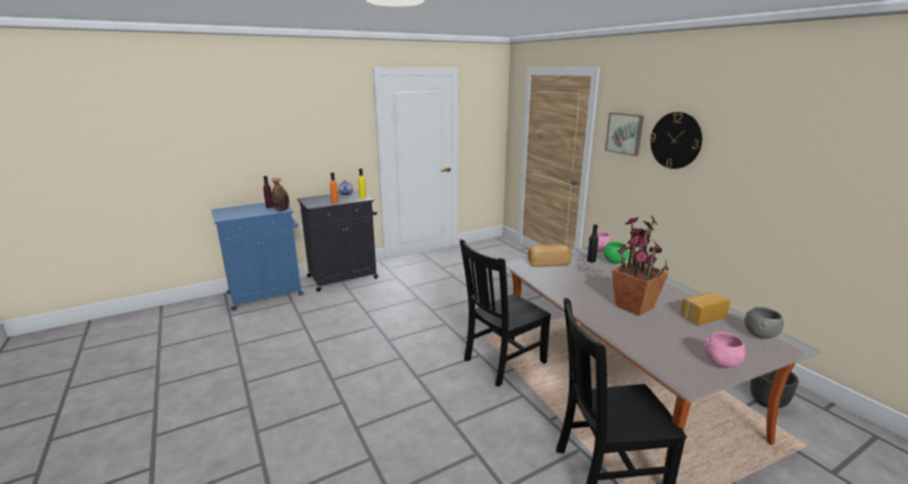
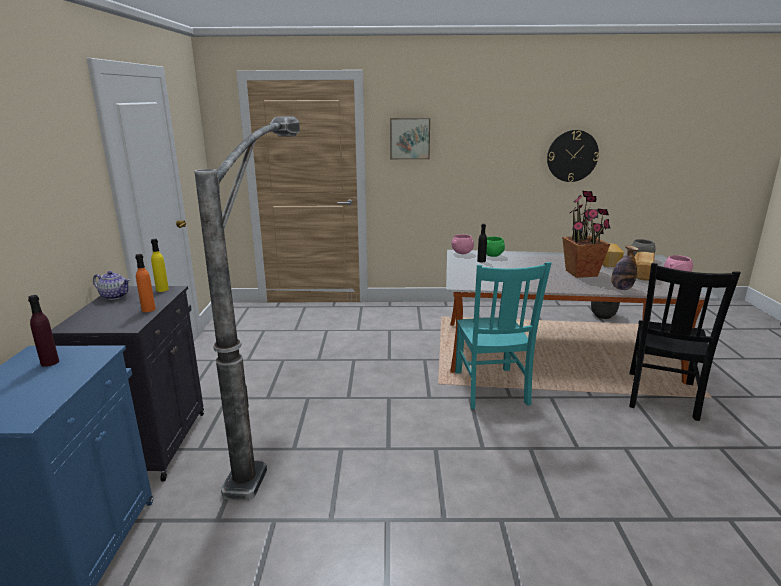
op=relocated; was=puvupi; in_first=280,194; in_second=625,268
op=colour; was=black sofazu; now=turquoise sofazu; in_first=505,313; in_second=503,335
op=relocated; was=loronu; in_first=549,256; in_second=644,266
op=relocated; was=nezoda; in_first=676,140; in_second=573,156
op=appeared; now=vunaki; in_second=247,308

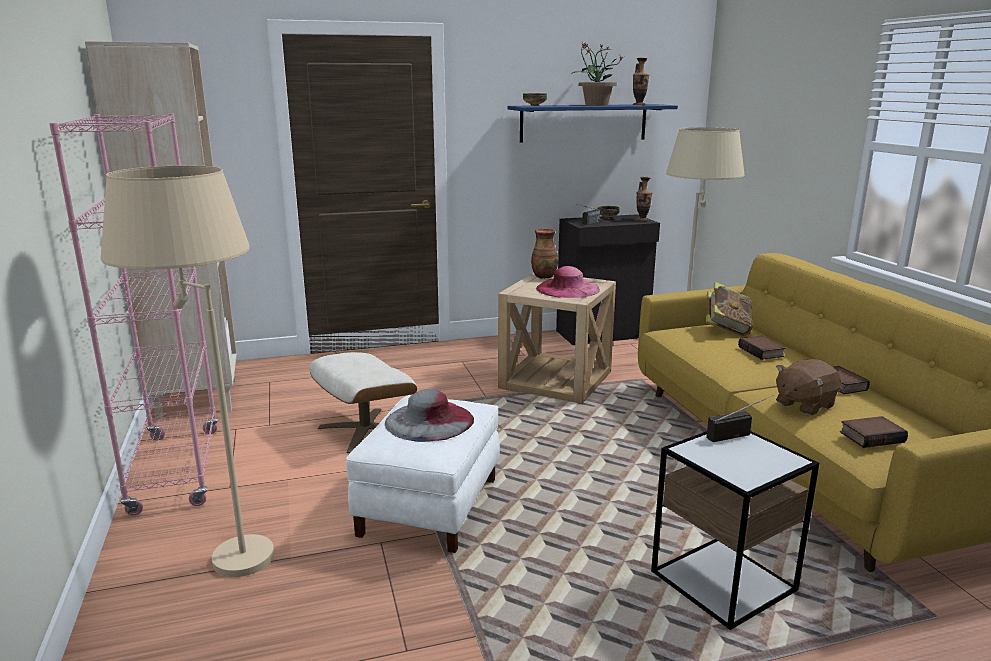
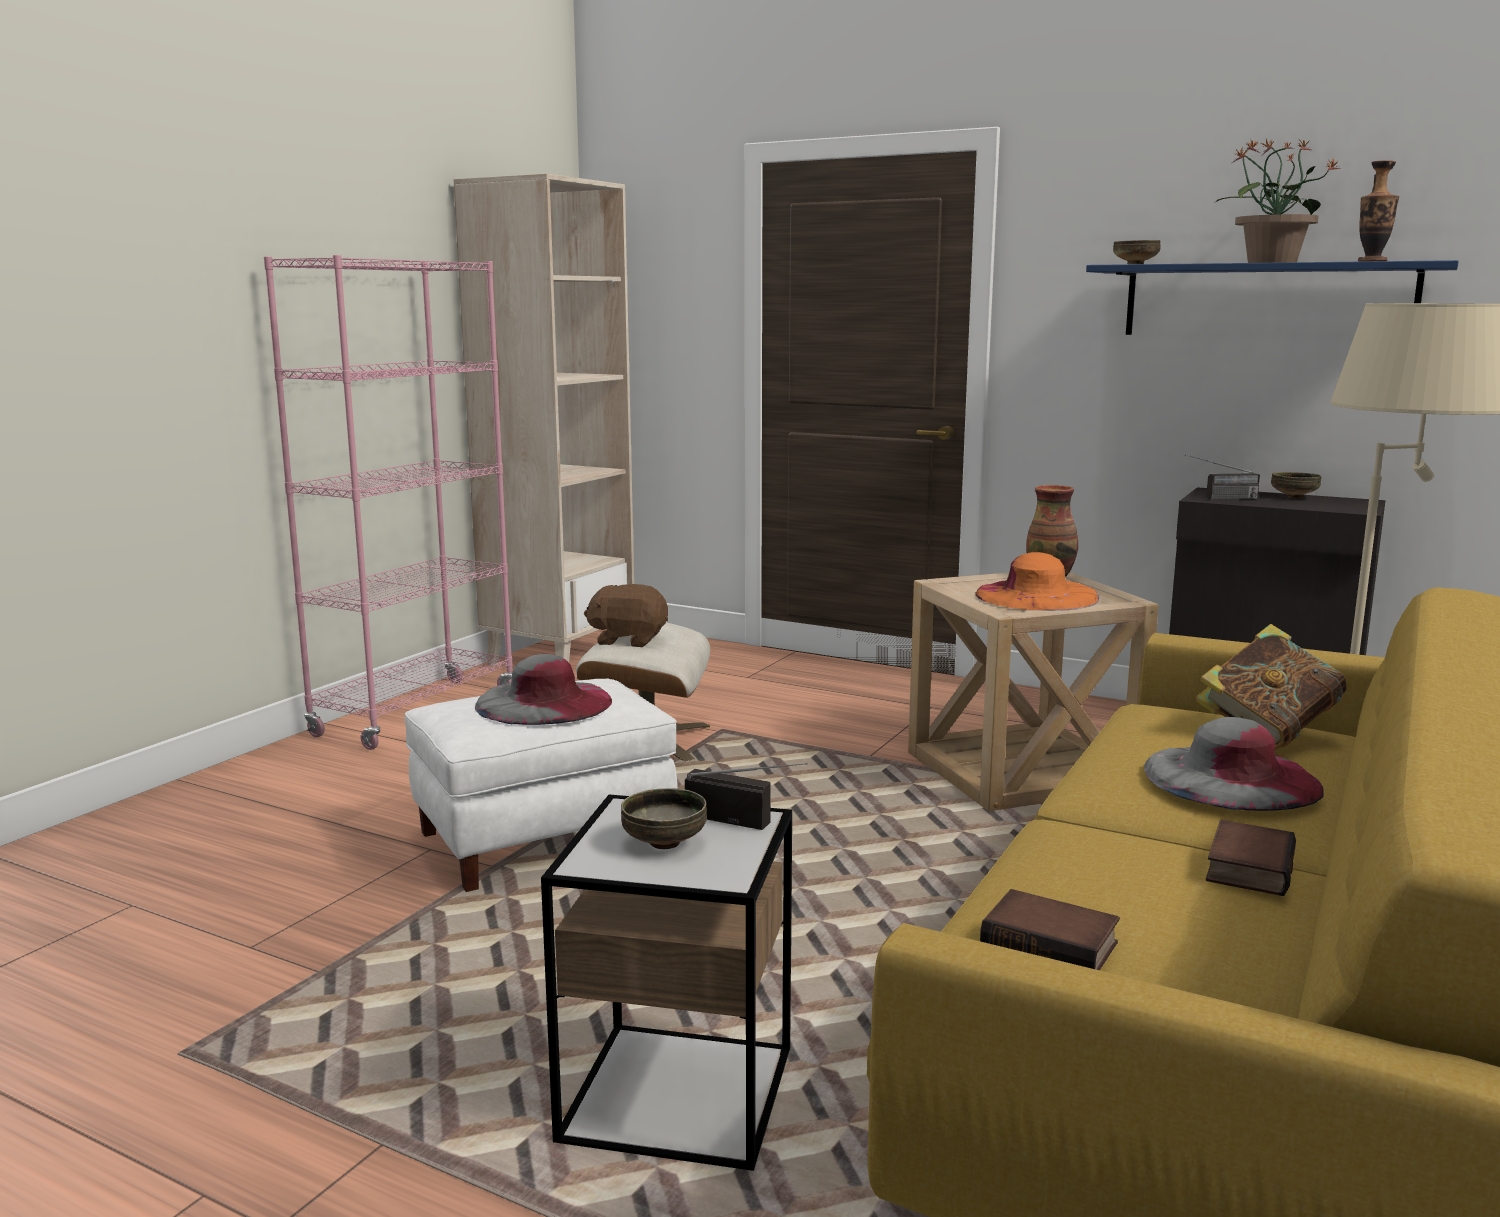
op=missing; was=beige vunaki; in_first=187,371
op=colour; was=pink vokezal; now=orange vokezal; in_first=568,282; in_second=1037,581
op=missing; was=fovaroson; in_first=644,199
op=exchanged; was=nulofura; now=grey vokezal; in_first=761,348; in_second=1234,764
op=relocated; was=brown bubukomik; in_first=808,387; in_second=626,615
op=appeared; now=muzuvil; in_second=664,818

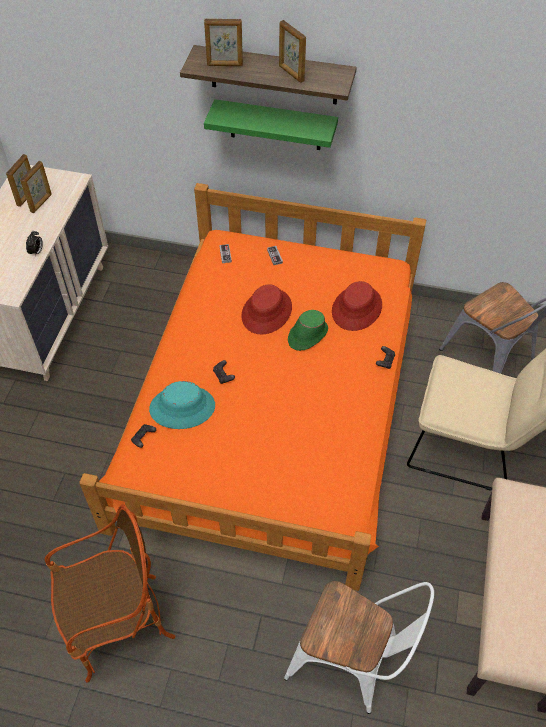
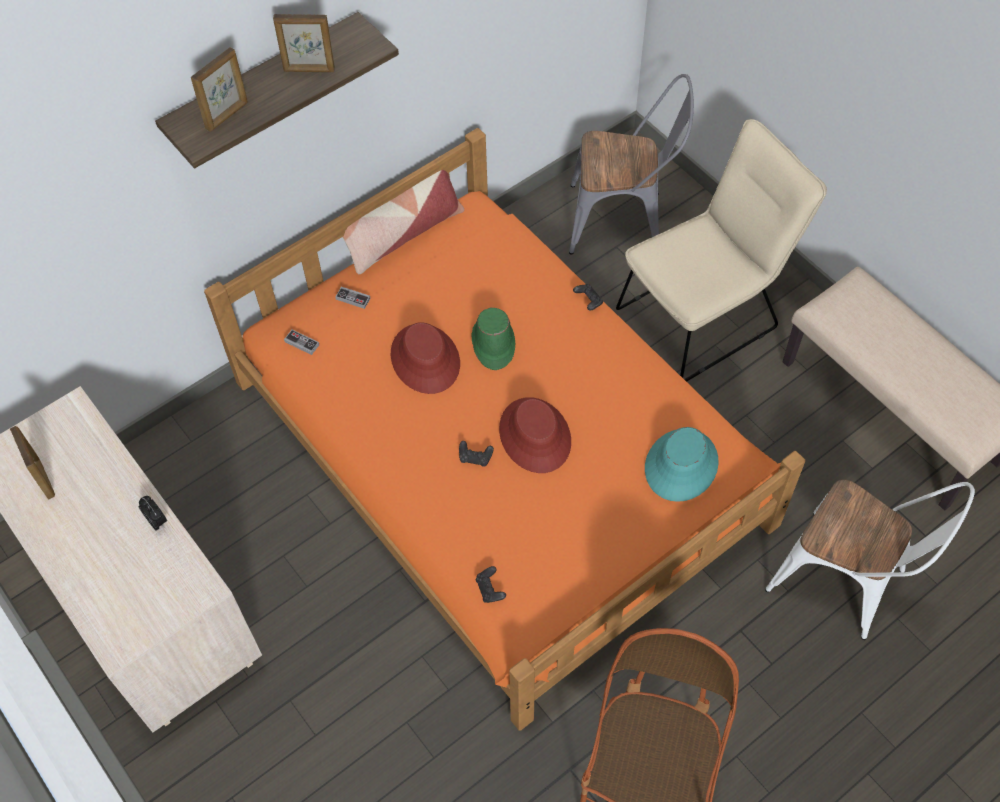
op=missing; was=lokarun; in_first=36,187
op=relocated; was=turquoise vokezal; in_first=182,405; in_second=681,464
op=missing; was=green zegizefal; in_first=271,124
op=spun; was=white sofazu; in_first=359,647; in_second=870,559; clockwise=60
op=relocated; was=red vokezal; in_first=357,306; in_second=535,435
op=appeared; now=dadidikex; in_second=403,222

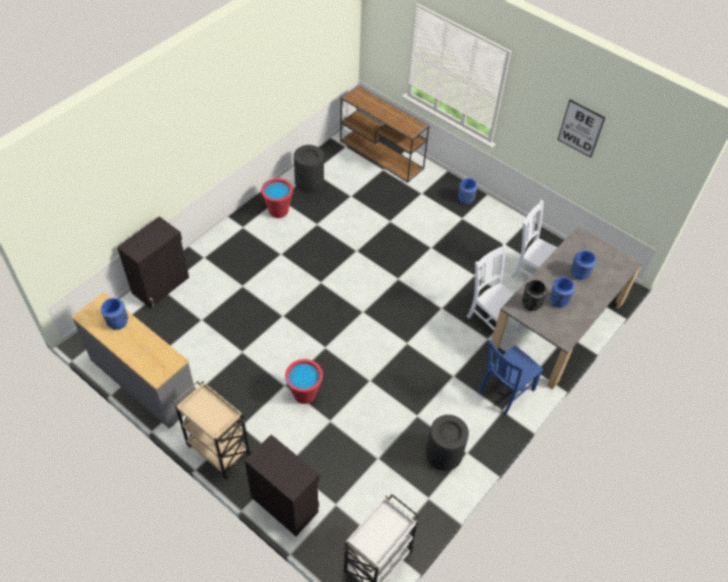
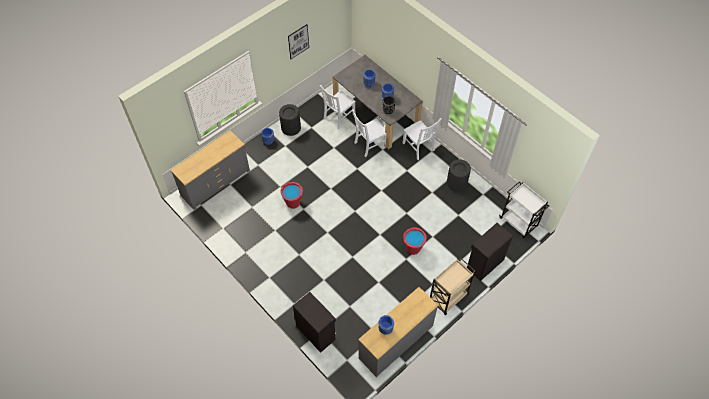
op=relocated; was=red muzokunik; in_first=277,198; in_second=291,195
op=relocated; was=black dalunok; in_first=309,169; in_second=290,120
op=exchanged; was=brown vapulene; now=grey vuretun; in_first=384,134; in_second=210,170
op=colour; was=blue sofazu; now=white sofazu; in_first=510,377; in_second=422,139

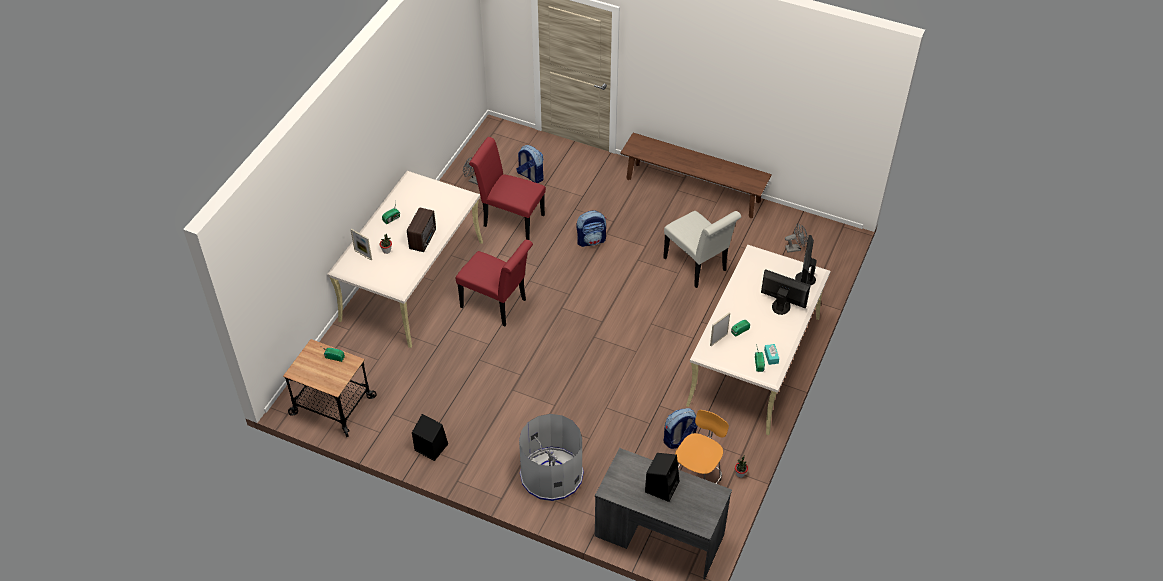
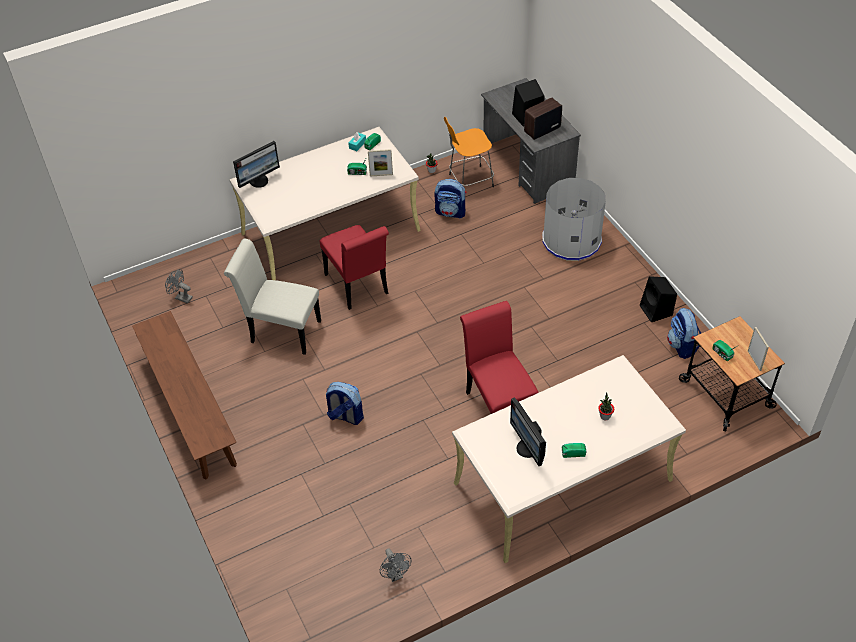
op=relocated; was=lokarun; in_first=361,244; in_second=758,349
op=relocated; was=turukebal; in_first=421,229; in_second=543,119
op=relocated; was=red sofazu; in_first=507,188; in_second=354,267
op=relocated; was=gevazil; in_first=530,164; in_second=684,333
op=spun; was=white sofazu; in_first=702,249; in_second=272,297; clockwise=-75
op=relocated; was=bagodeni; in_first=786,292; in_second=528,432

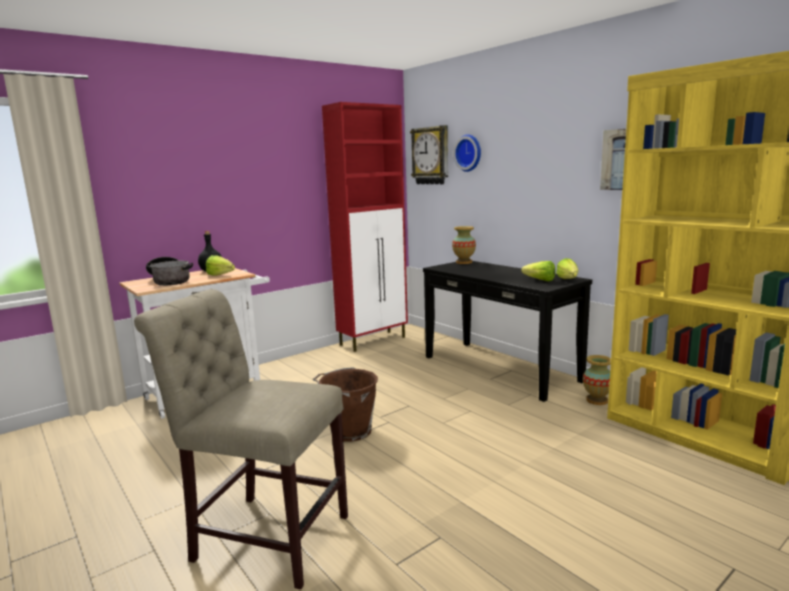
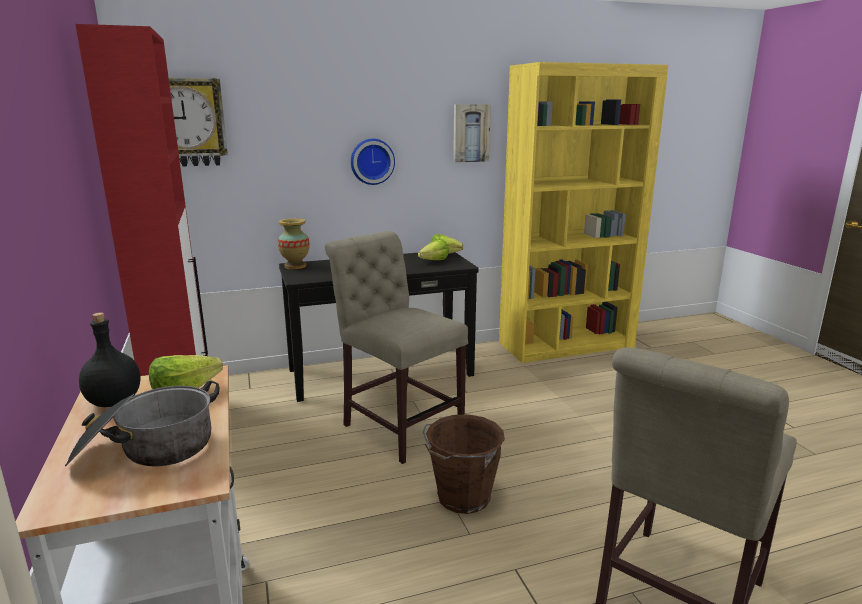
op=relocated; was=nezoda; in_first=467,153; in_second=373,162
op=missing; was=fovaroson; in_first=597,380
op=appeared; now=beige sofazu; in_second=396,347

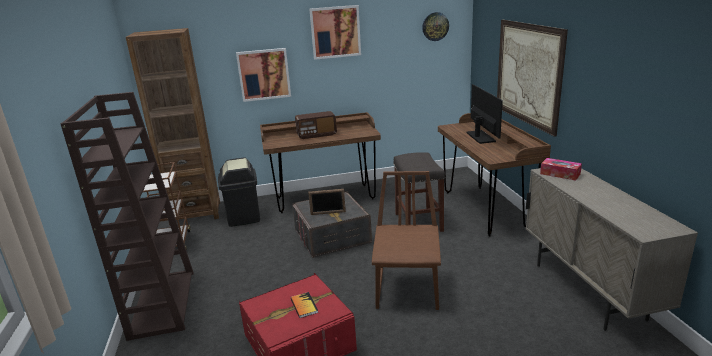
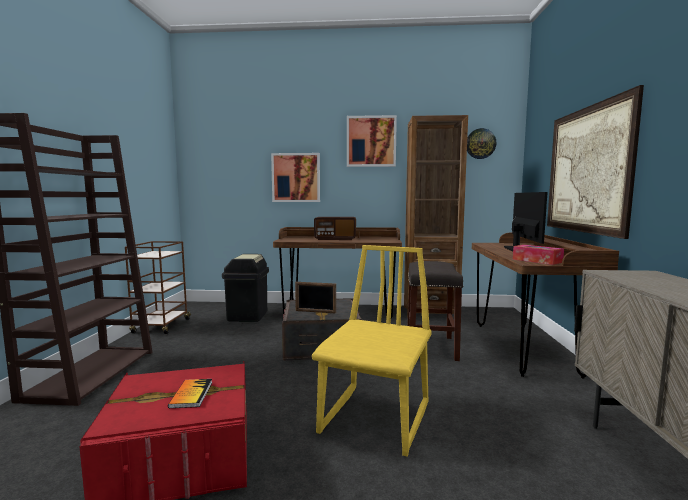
op=relocated; was=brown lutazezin; in_first=173,126; in_second=436,217
op=colour; was=brown sofazu; now=yellow sofazu; in_first=406,240; in_second=372,351
op=relocated; was=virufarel; in_first=561,169; in_second=538,255

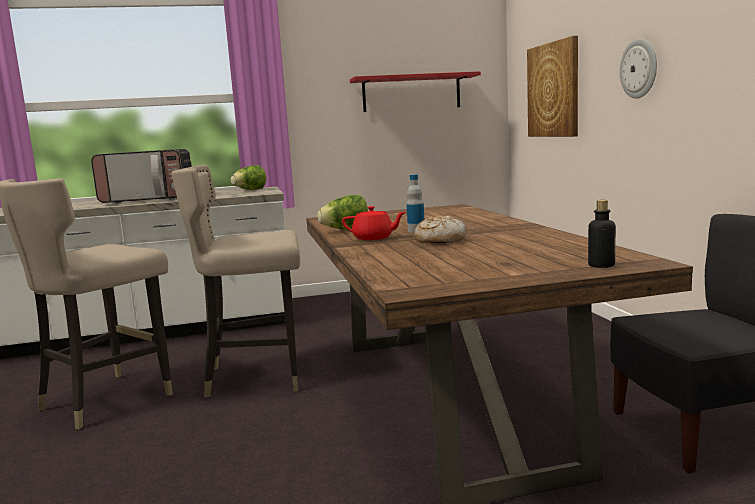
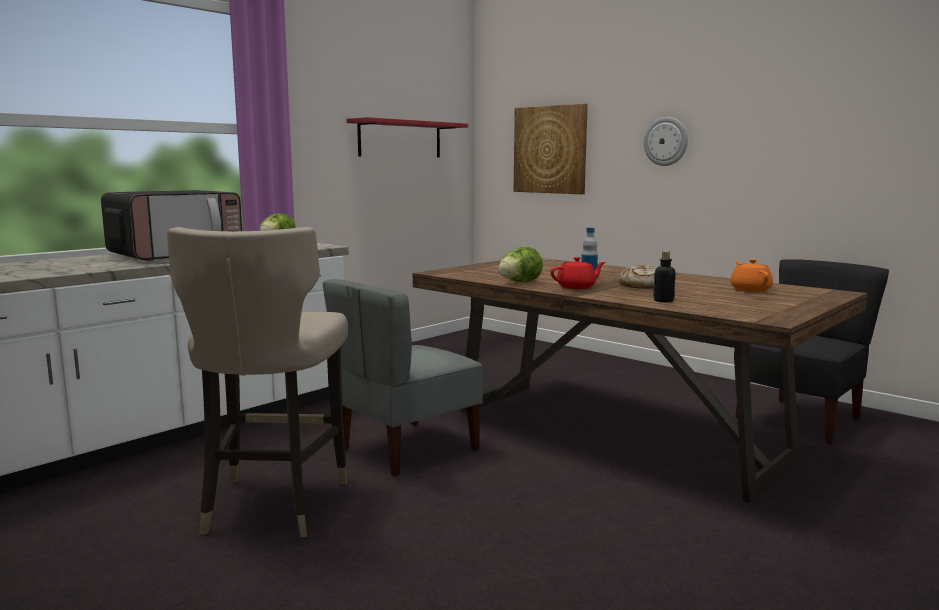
op=exchanged; was=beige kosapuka; now=grey sofazu; in_first=235,281; in_second=403,378
op=relocated; was=puvupi; in_first=602,234; in_second=664,277
op=appeared; now=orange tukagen; in_second=751,275

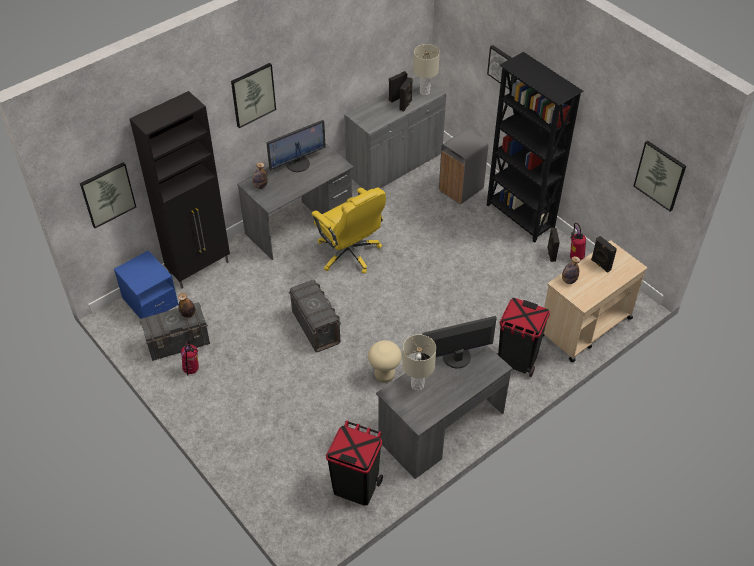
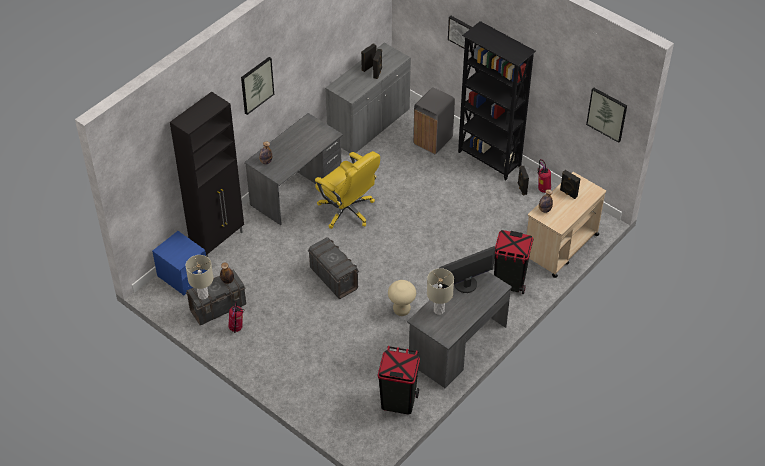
op=missing; was=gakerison; in_first=108,195
op=missing; was=bagodeni; in_first=296,146
op=relocated; was=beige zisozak; in_first=426,69; in_second=199,277

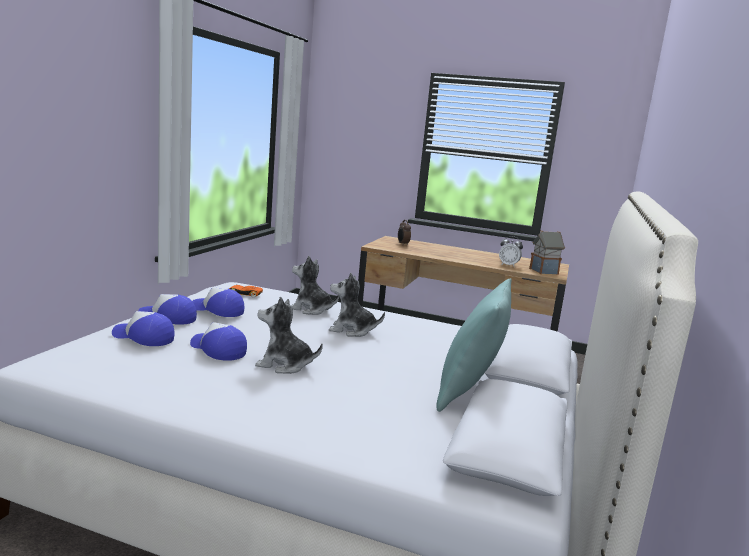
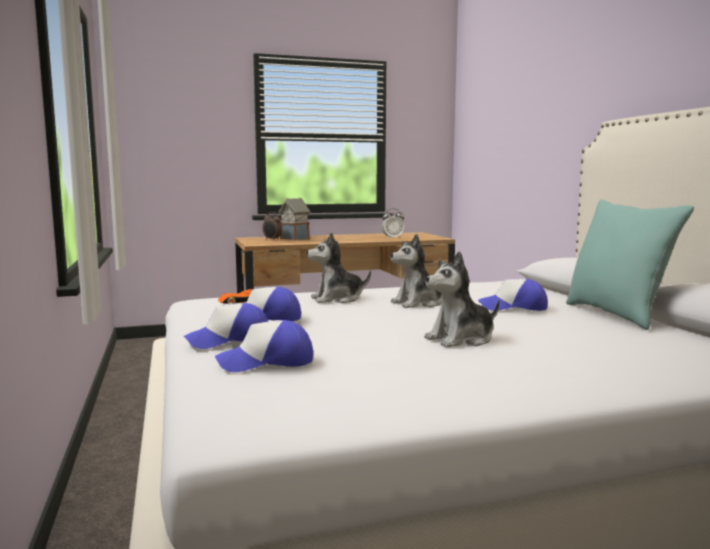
op=relocated; was=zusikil; in_first=218,341; in_second=513,295
op=relocated; was=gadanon; in_first=547,252; in_second=294,219

